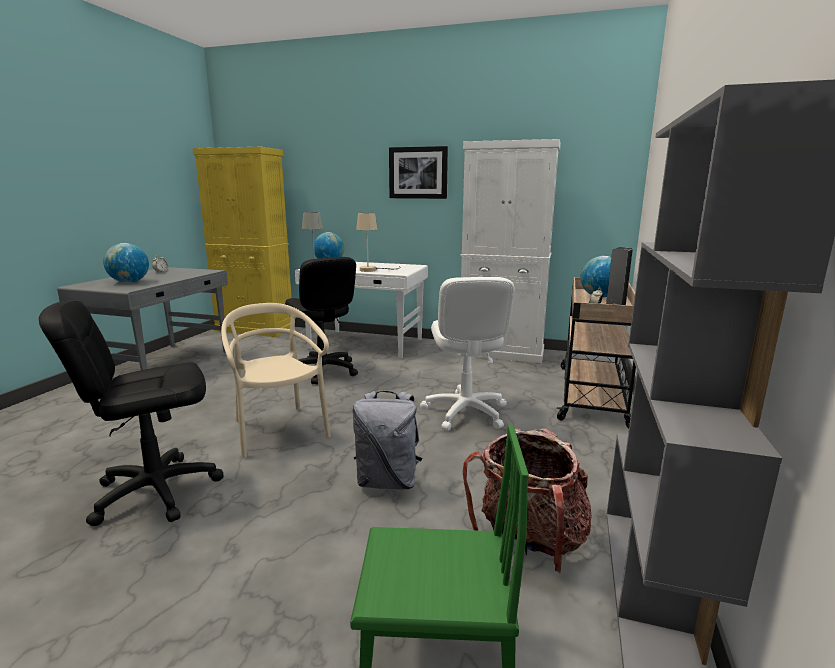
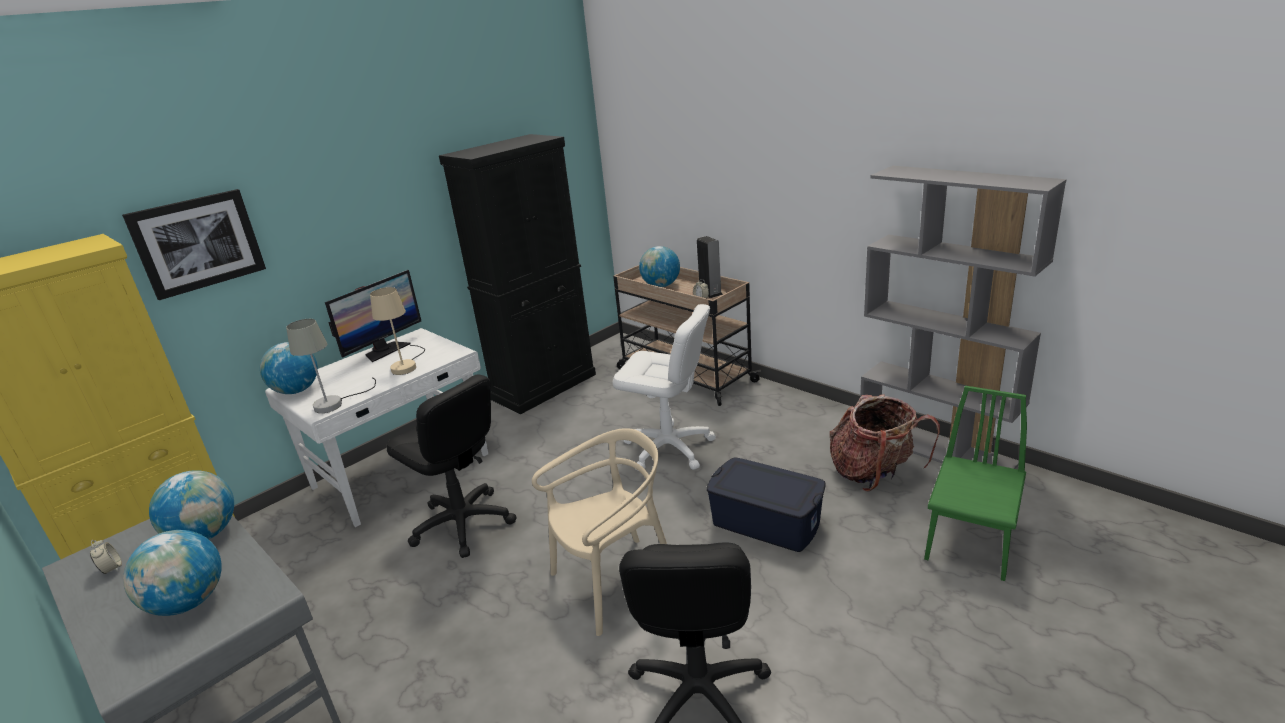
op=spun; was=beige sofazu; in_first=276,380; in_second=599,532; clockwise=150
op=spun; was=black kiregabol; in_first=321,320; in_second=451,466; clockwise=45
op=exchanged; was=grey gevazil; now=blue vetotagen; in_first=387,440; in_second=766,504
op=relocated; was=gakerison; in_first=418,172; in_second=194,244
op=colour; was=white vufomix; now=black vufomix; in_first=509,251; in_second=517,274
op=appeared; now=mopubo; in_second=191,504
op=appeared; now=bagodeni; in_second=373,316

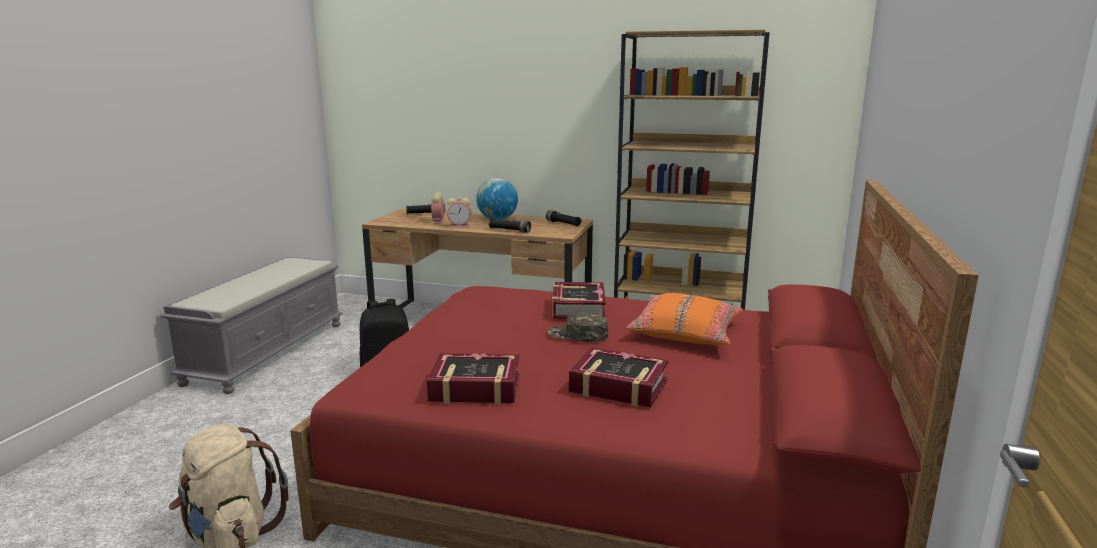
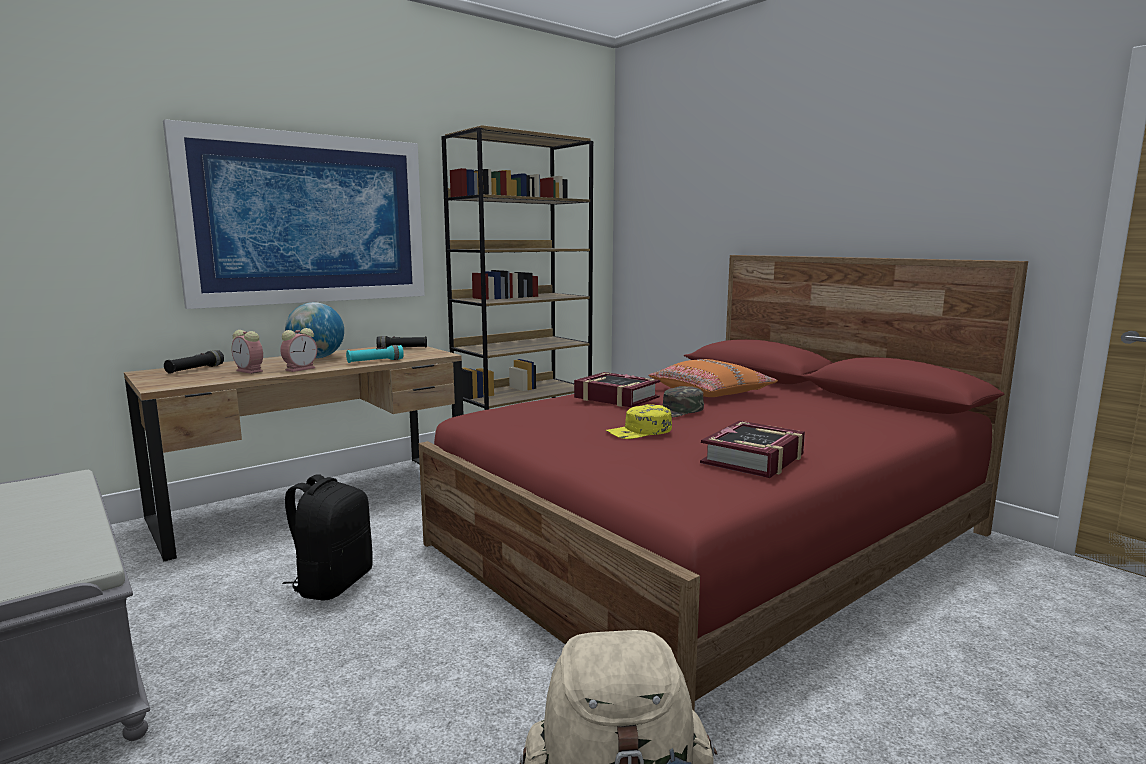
op=colour; was=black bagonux; now=turquoise bagonux; in_first=510,226; in_second=375,354
op=missing; was=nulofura; in_first=619,377
op=appeared; now=gakerison; in_second=294,214
op=appeared; now=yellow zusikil; in_second=639,421

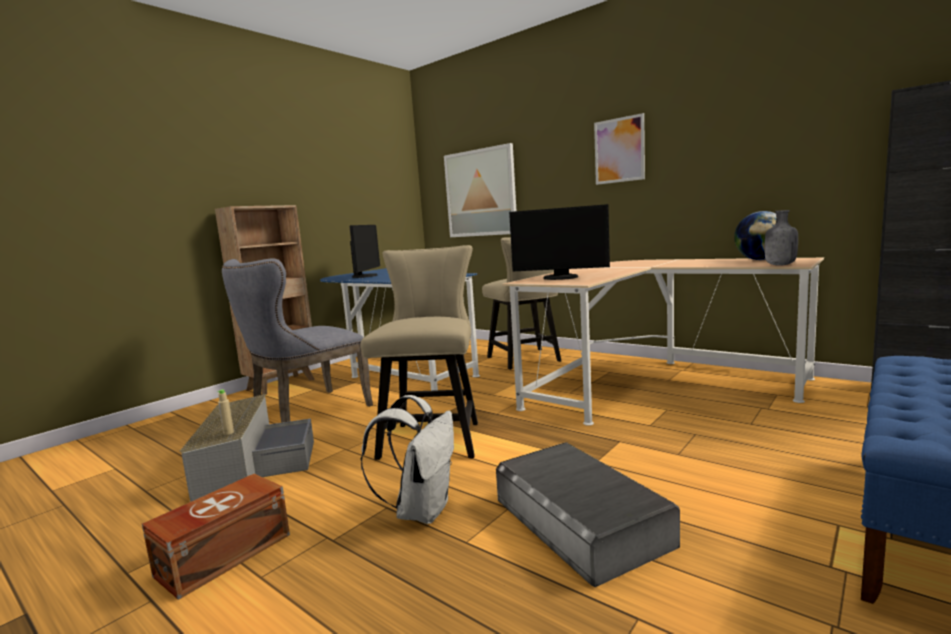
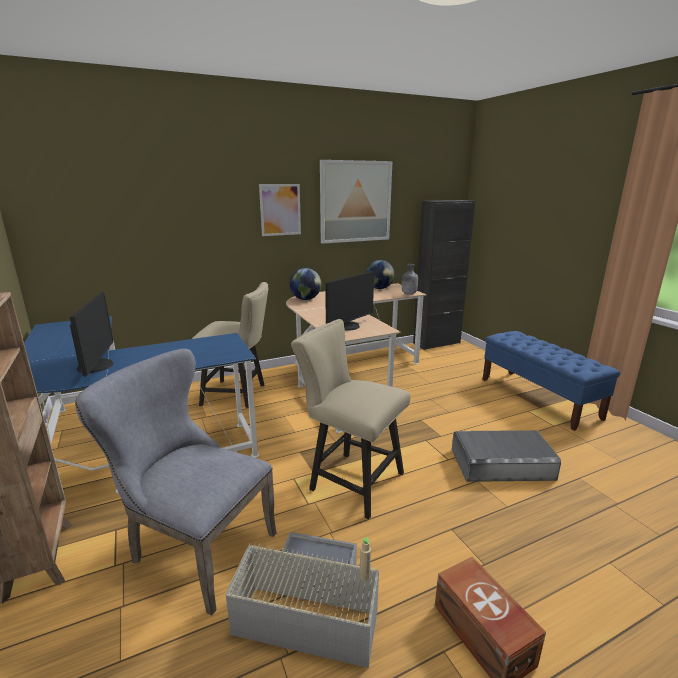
op=spun; was=grey sofazu; in_first=297,341; in_second=176,482; clockwise=135
op=spun; was=bagodeni; in_first=365,251; in_second=92,334; clockwise=45
op=missing; was=white gevazil; in_first=407,459
op=relocated; was=gakerison; in_first=480,190; in_second=356,202
op=appeared; now=mopubo; in_second=305,284

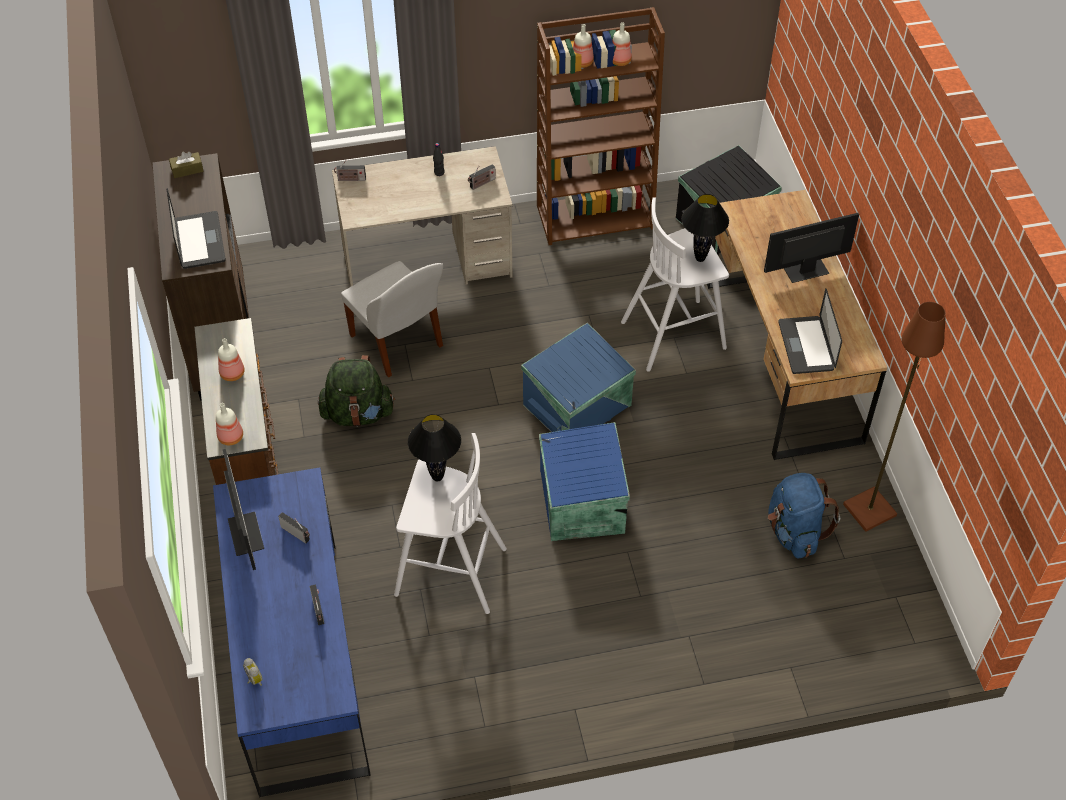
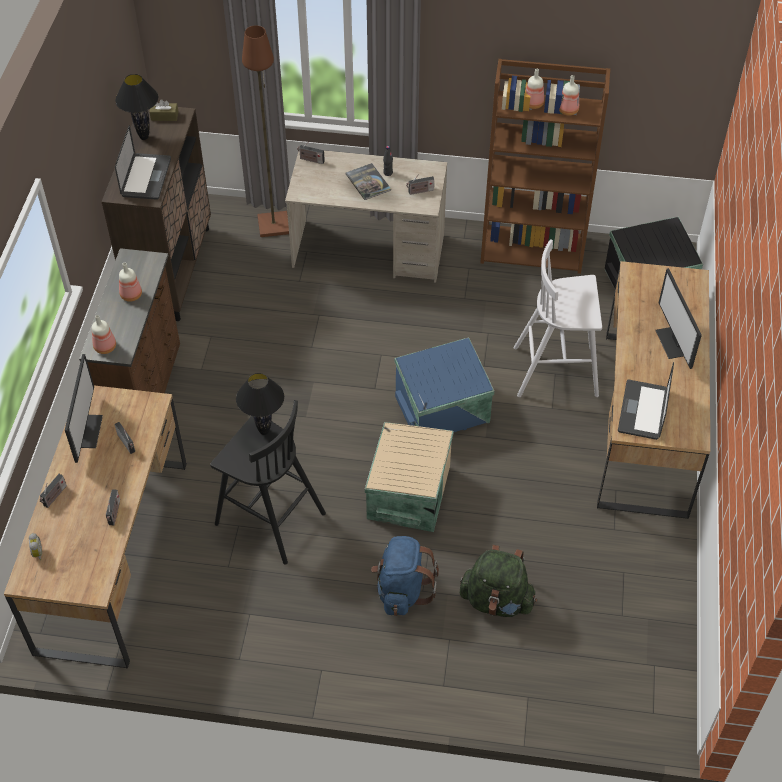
op=colour; was=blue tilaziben; now=brown tilaziben; in_first=292,632; in_second=95,527
op=relocated; was=green gevazil; in_first=356,390; in_second=498,581
op=missing; was=white sofazu; in_first=392,319
op=colour; was=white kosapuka; now=black kosapuka; in_first=450,523; in_second=268,482
op=colour; was=blue vetotagen; now=beige vetotagen; in_first=584,481; in_second=409,477
op=relocated; was=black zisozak; in_first=705,228; in_second=136,107
op=spun; was=bagodeni; in_first=811,248; in_second=678,318; clockwise=-105
op=relocated; was=blue gevazil; in_first=804,516; in_second=405,576
op=relocated; was=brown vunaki; in_first=894,417; in_second=265,131
op=appeared; now=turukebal; in_second=53,491
op=appeared; now=nulofura; in_second=368,181

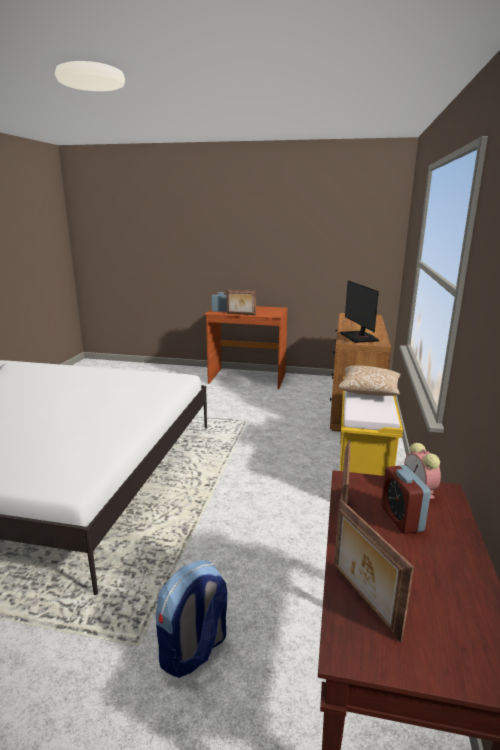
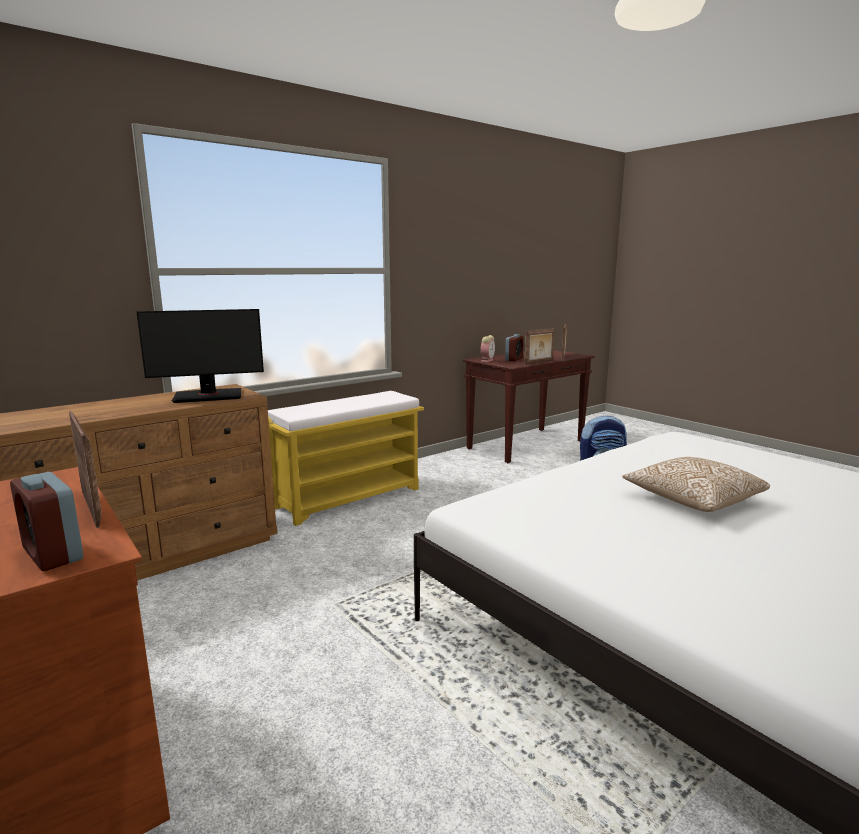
op=relocated; was=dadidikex; in_first=369,380; in_second=696,484
op=spun; was=bagodeni; in_first=359,311; in_second=200,356; clockwise=45

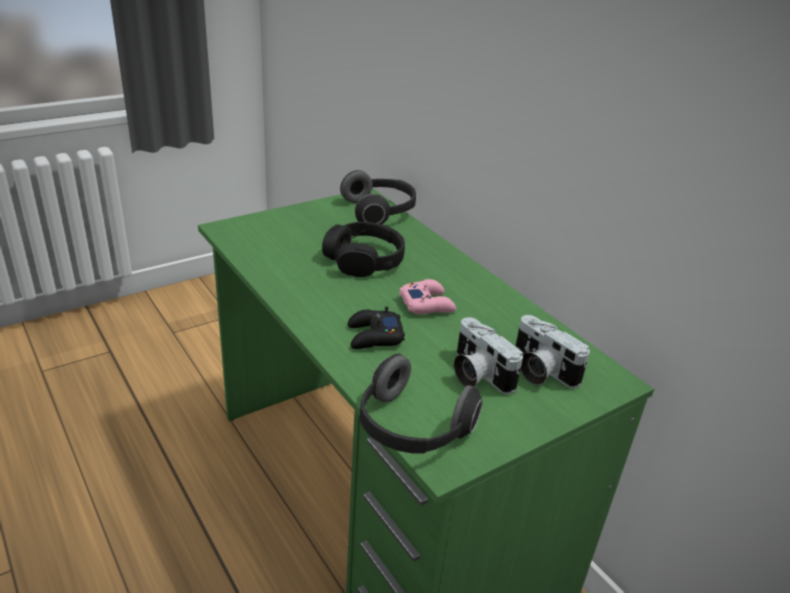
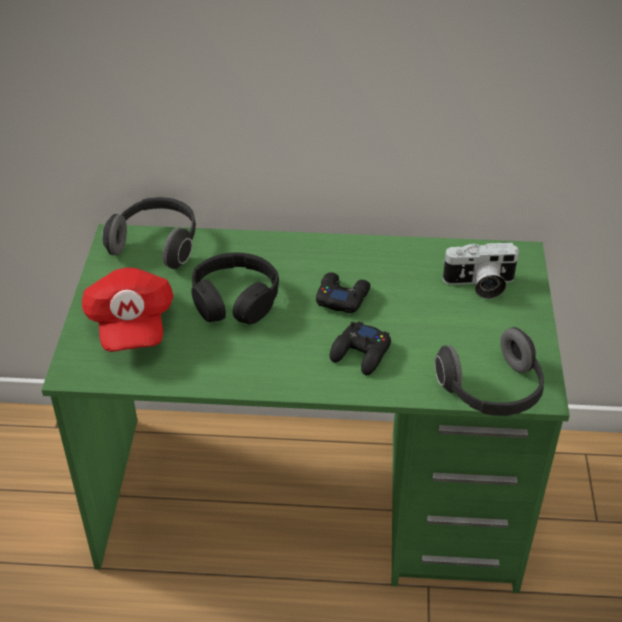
op=colour; was=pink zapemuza; now=black zapemuza; in_first=427,296; in_second=343,292
op=missing; was=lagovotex; in_first=488,355
op=appeared; now=red zusikil; in_second=127,310

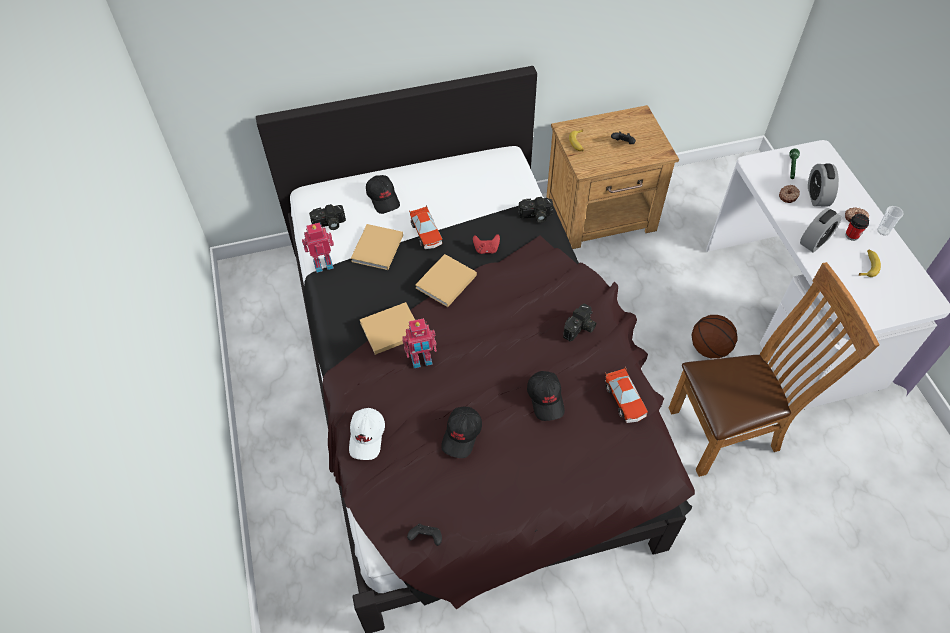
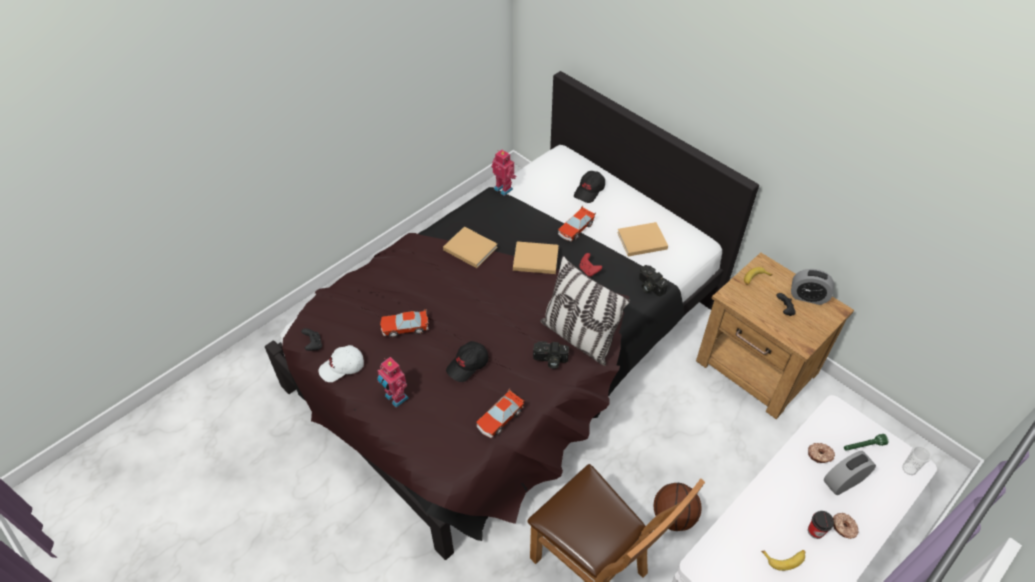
op=missing; was=lagovotex; in_first=327,217
op=relocated; was=white zusikil; in_first=367,434; in_second=341,363
op=relocated; was=beige nulofura; in_first=377,247; in_second=642,239
op=relocated; was=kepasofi; in_first=419,343; in_second=393,382
op=exchanged; was=black zusikil; now=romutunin; in_first=461,432; in_second=404,323
op=relocated; was=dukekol; in_first=821,230; in_second=812,287
op=relocated; was=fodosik; in_first=890,221; in_second=916,460
op=appeared; now=dadidikex; in_second=585,311

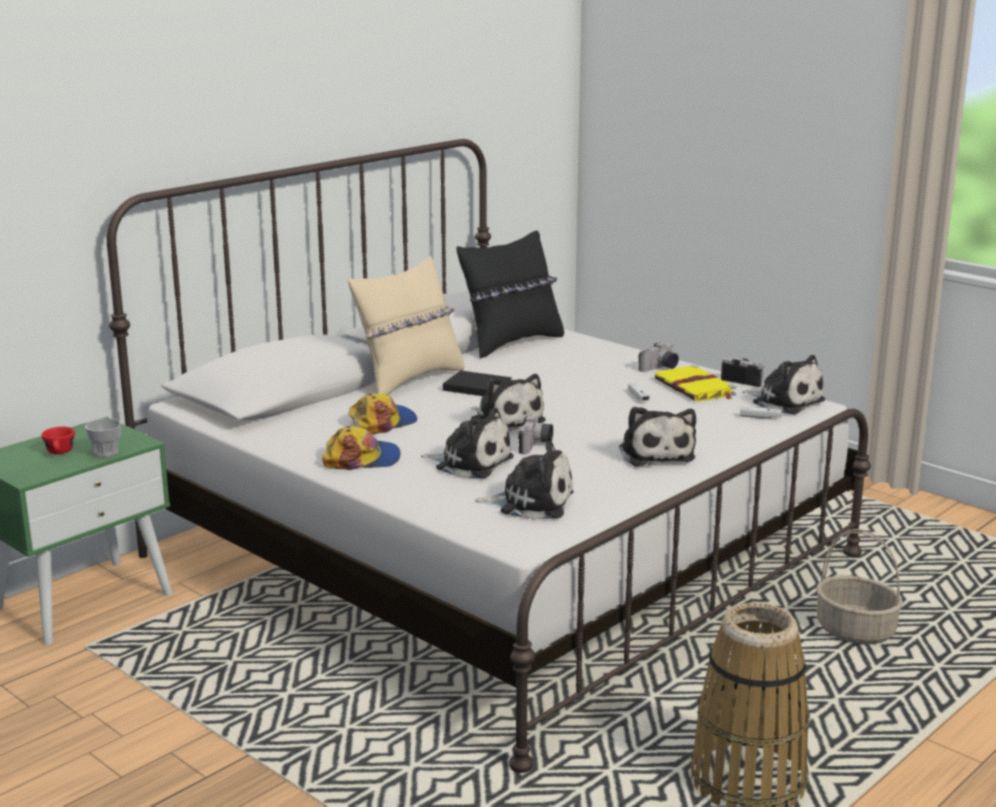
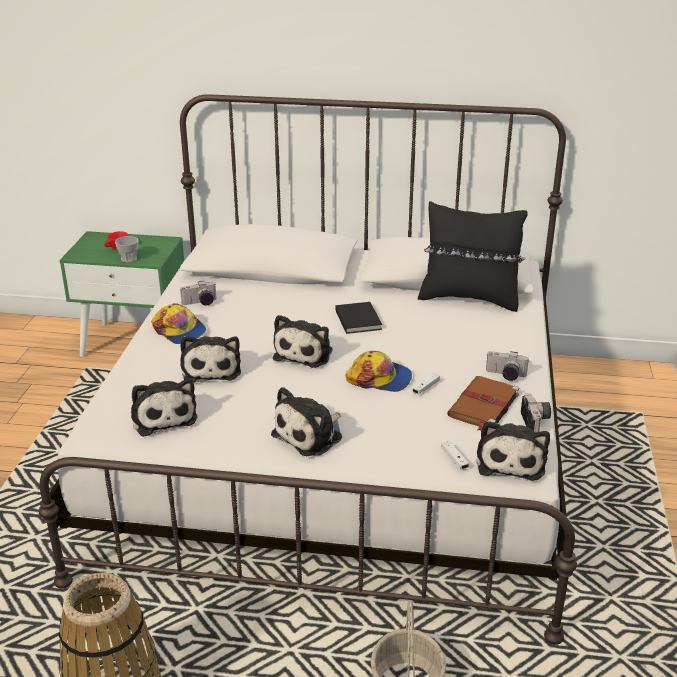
op=missing; was=beige dadidikex; in_first=406,326
op=relocated; was=zusikil; in_first=382,413; in_second=379,371
op=relocated; was=lagovotex; in_first=535,434; in_second=198,293
op=colour; was=yellow nulofura; now=brown nulofura; in_first=695,383; in_second=483,403

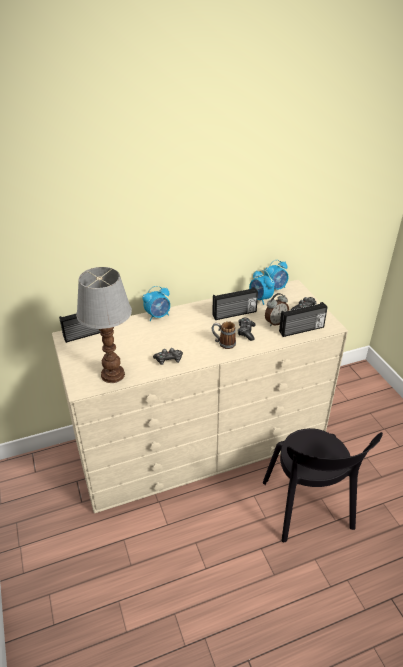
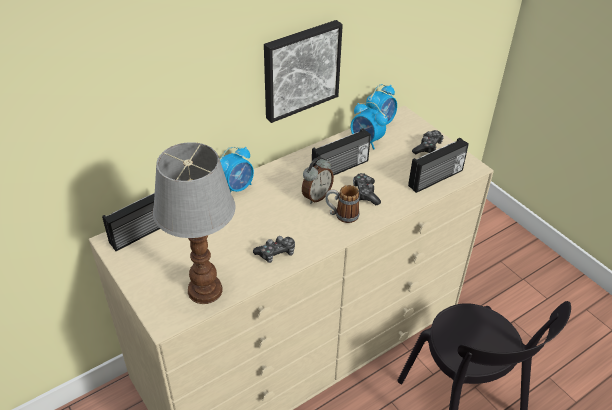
op=relocated; was=dukekol; in_first=277,309; in_second=318,180
op=appeared; now=gakerison; in_second=303,71

